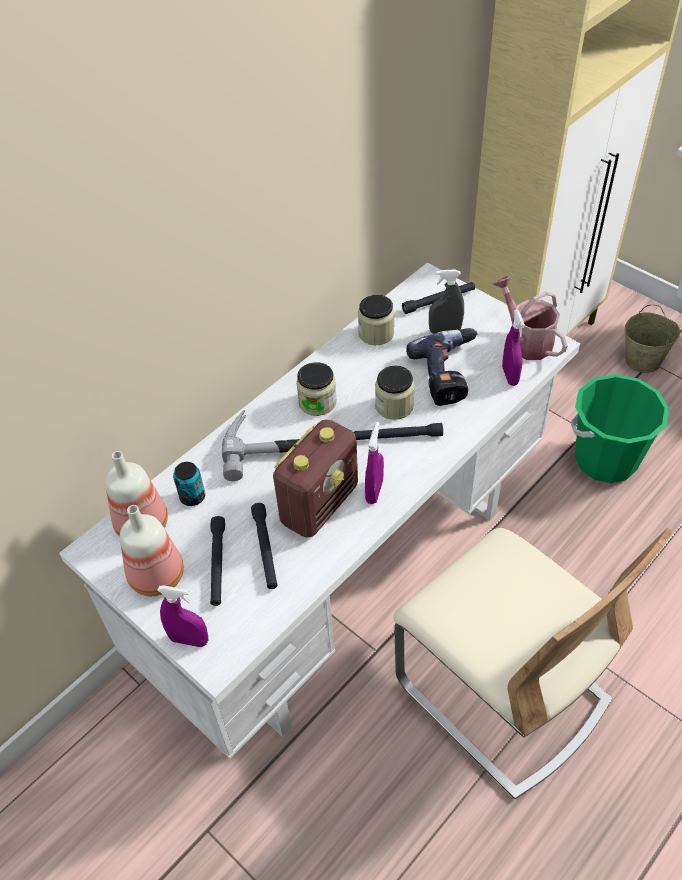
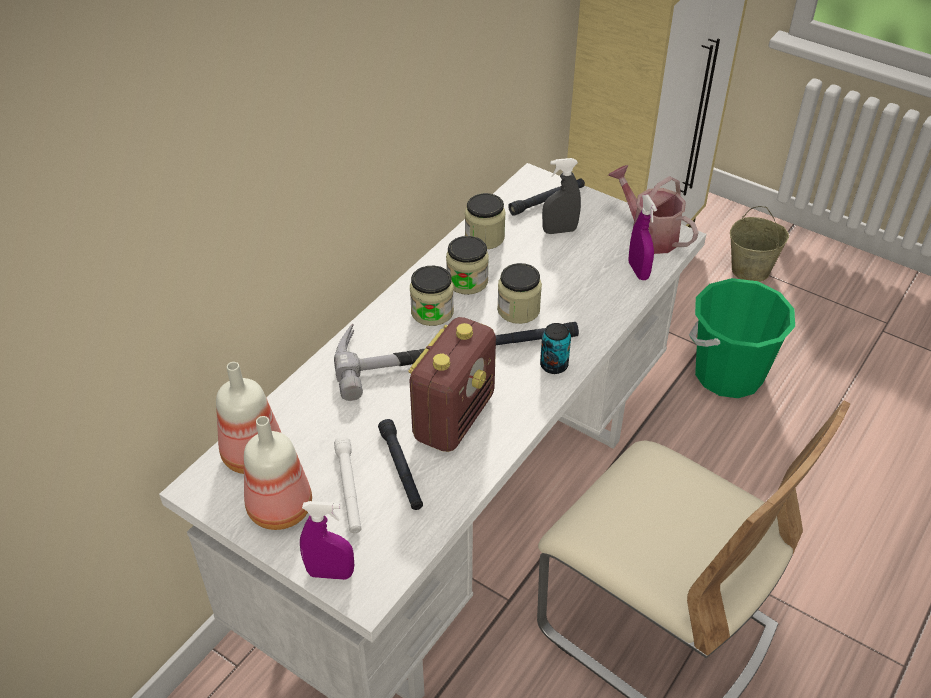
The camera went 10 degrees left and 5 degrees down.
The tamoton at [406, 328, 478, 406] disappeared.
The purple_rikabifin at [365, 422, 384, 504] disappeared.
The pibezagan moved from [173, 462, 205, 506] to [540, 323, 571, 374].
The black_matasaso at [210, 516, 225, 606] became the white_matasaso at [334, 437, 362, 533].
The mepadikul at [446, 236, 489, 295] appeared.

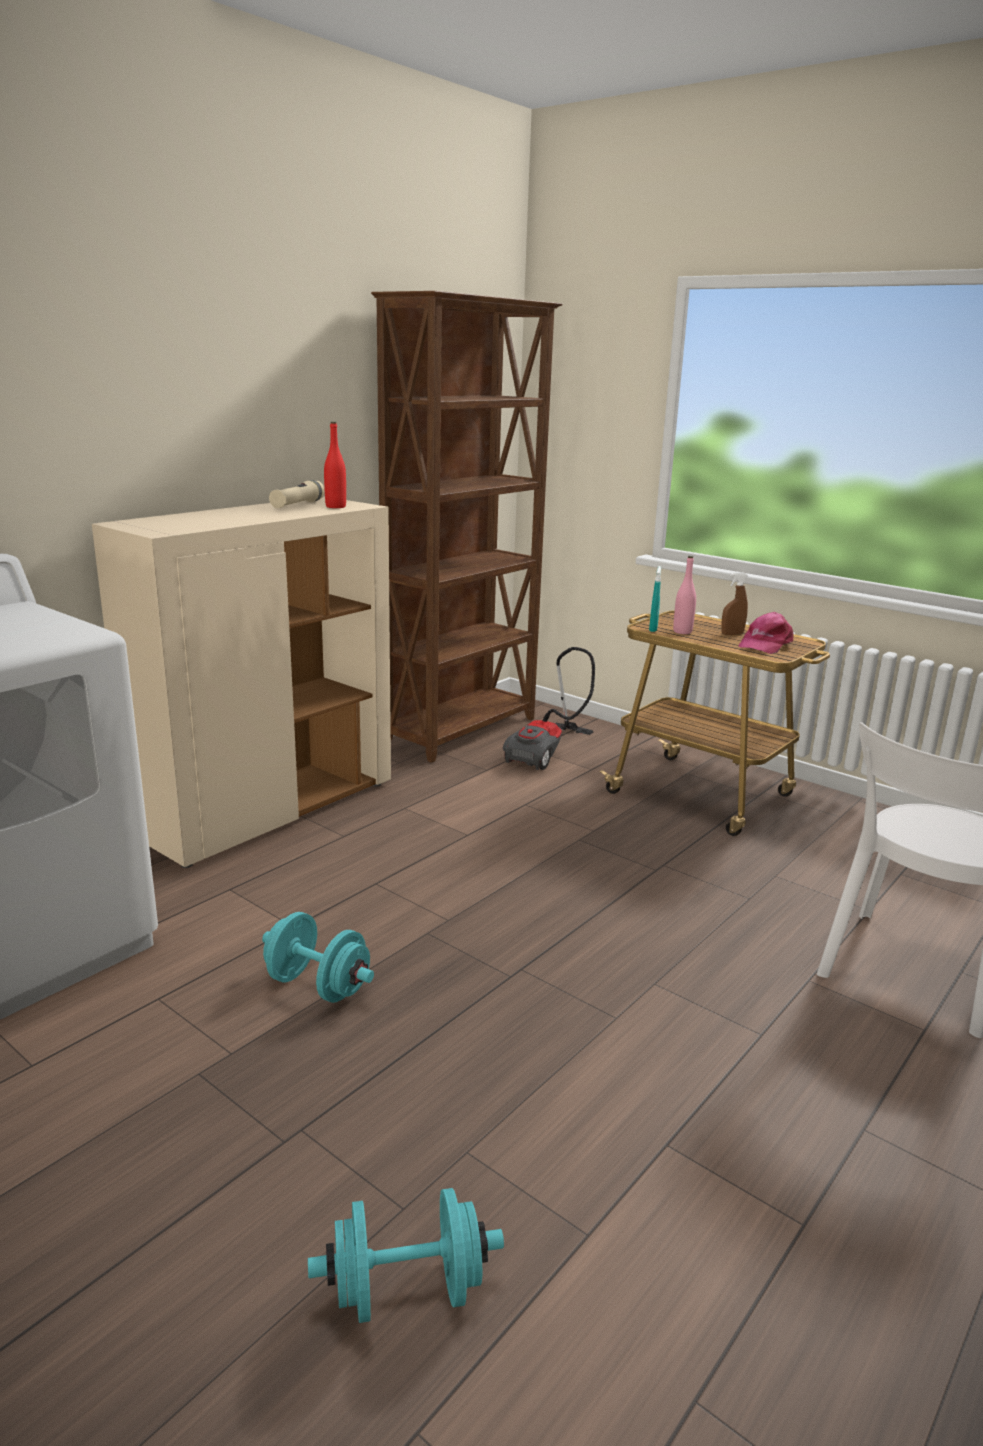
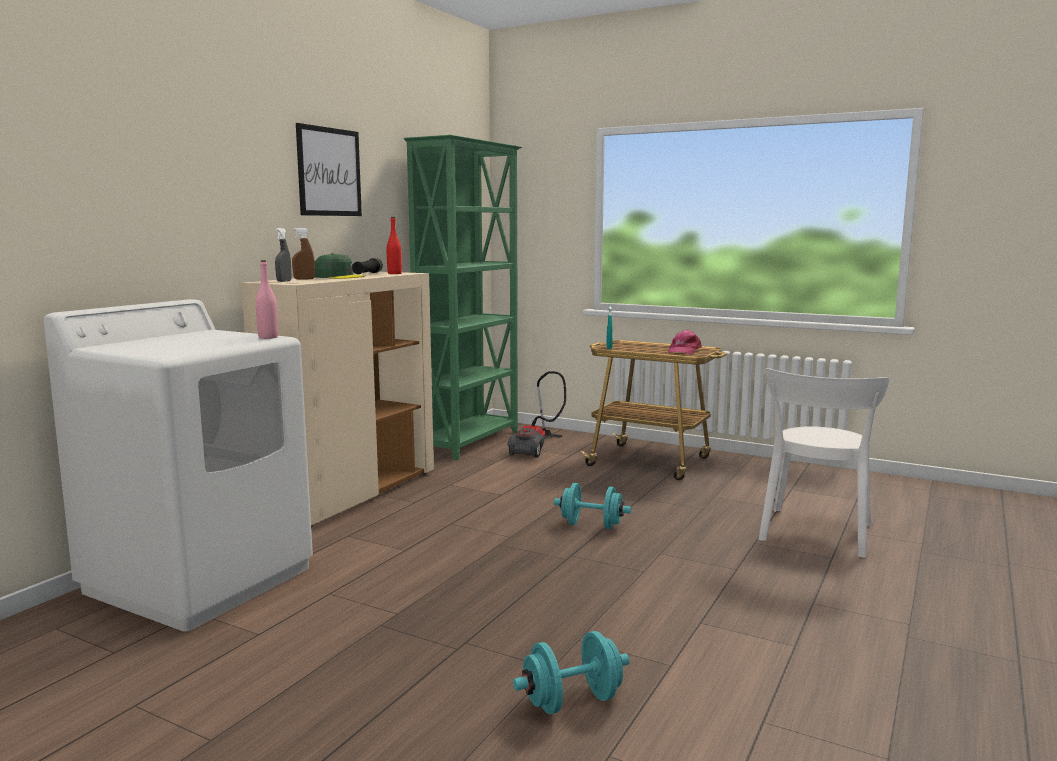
The camera went 10 degrees left and 10 degrees down.
The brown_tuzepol at [371, 291, 563, 763] became the green_tuzepol at [404, 135, 522, 460].
The beige_matasaso at [269, 480, 325, 508] became the black_matasaso at [352, 258, 383, 274].
The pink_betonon moved from [673, 556, 696, 634] to [256, 260, 278, 339].
The brown_rikabifin moved from [721, 573, 748, 635] to [292, 228, 315, 280].
The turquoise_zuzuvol moved from [262, 912, 374, 1003] to [554, 483, 631, 529].
The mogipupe at [296, 123, 362, 216] appeared.
The grey_rikabifin at [275, 228, 292, 282] appeared.
The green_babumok at [314, 253, 366, 279] appeared.

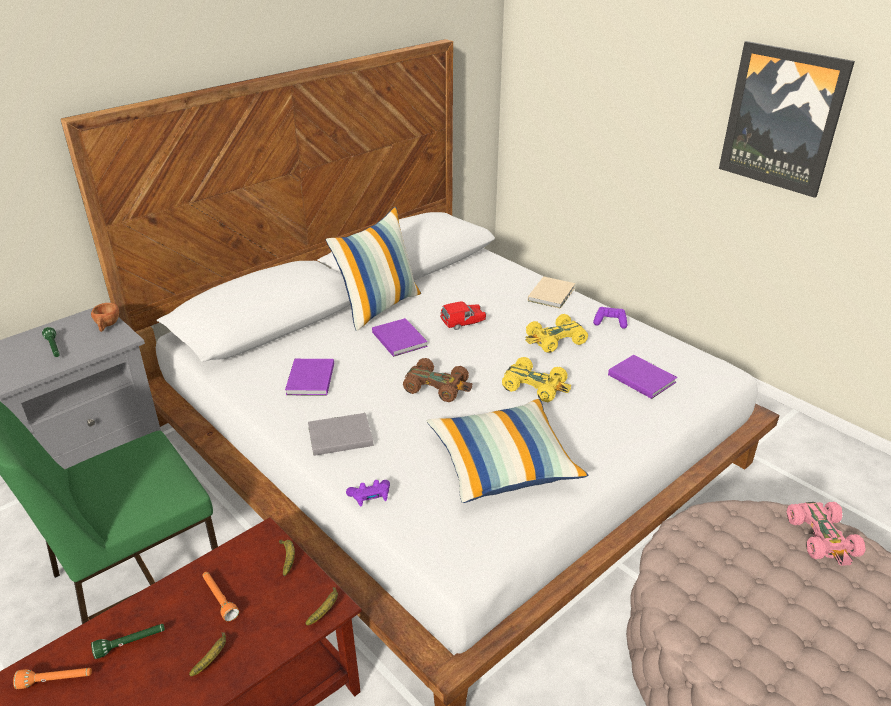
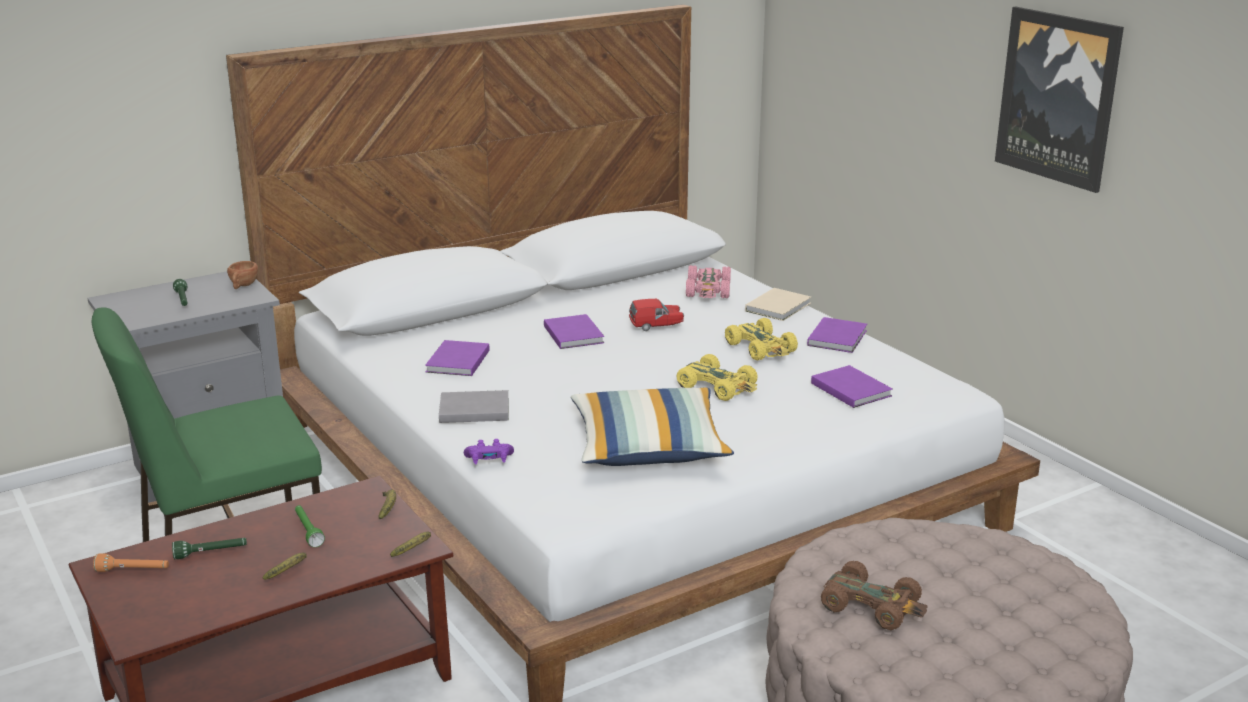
The camera went 10 degrees right and 10 degrees down.
The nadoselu at [326, 207, 421, 331] disappeared.
The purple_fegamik at [593, 307, 627, 329] was replaced by the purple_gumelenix at [807, 317, 867, 353].
The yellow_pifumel at [525, 314, 588, 353] turned 105 degrees counterclockwise.
The brown_pifumel moved from [403, 358, 472, 402] to [821, 561, 928, 631].
The pink_pifumel moved from [787, 502, 865, 566] to [686, 265, 731, 299].
The orange_matasaso at [202, 572, 239, 622] became the green_matasaso at [295, 505, 325, 547].

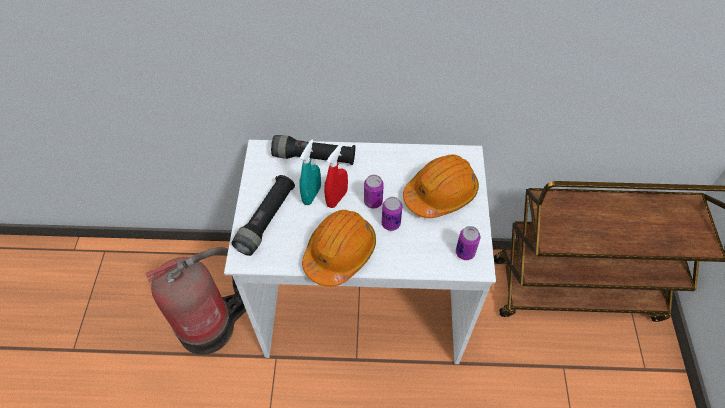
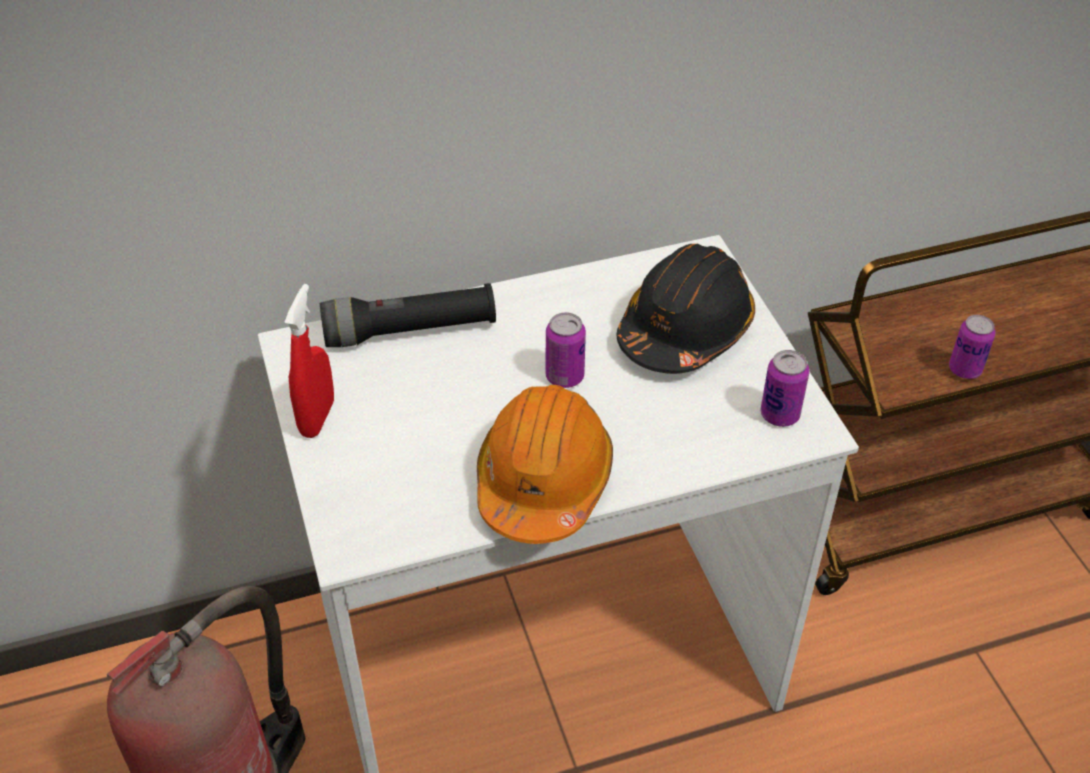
The camera went 20 degrees left and 10 degrees down.
The turquoise_rikabifin at [299, 139, 321, 205] disappeared.
The red_rikabifin moved from [324, 144, 348, 208] to [284, 284, 334, 438].
The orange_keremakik at [403, 154, 479, 218] became the black_keremakik at [617, 244, 755, 374].
The black_matasaso at [232, 175, 295, 256] disappeared.
The pibezagan moved from [382, 197, 402, 231] to [949, 315, 996, 379].

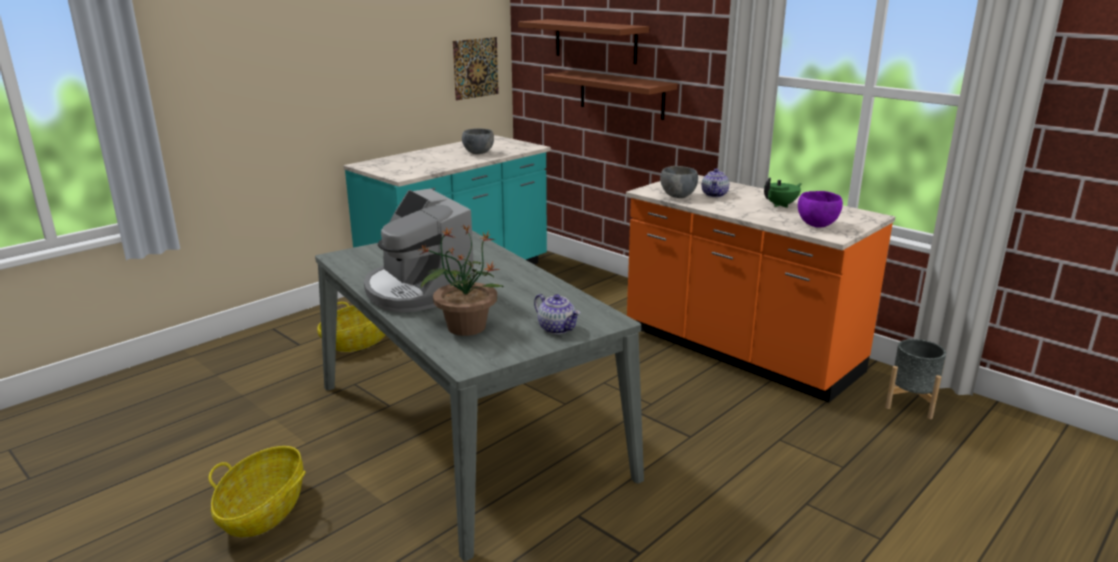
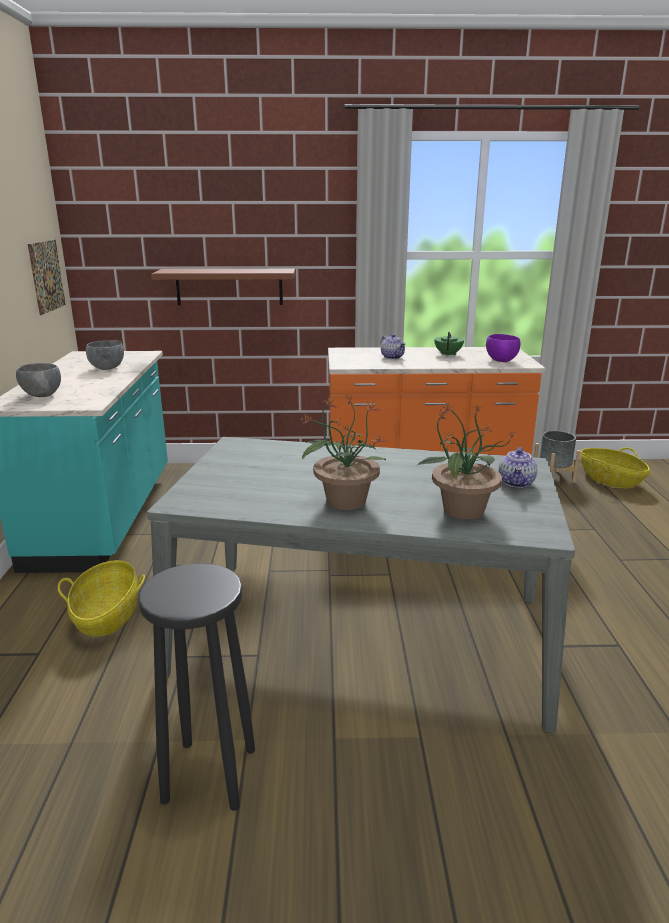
The camera went 45 degrees left and 0 degrees up.
The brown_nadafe at [518, 19, 649, 64] disappeared.
The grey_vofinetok moved from [660, 166, 698, 198] to [16, 363, 61, 397].
The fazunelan at [364, 189, 477, 313] was replaced by the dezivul at [301, 395, 386, 510].
The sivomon at [534, 294, 580, 334] turned 105 degrees clockwise.
The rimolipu moved from [208, 446, 306, 537] to [581, 447, 650, 488].
The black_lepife at [138, 563, 255, 811] appeared.

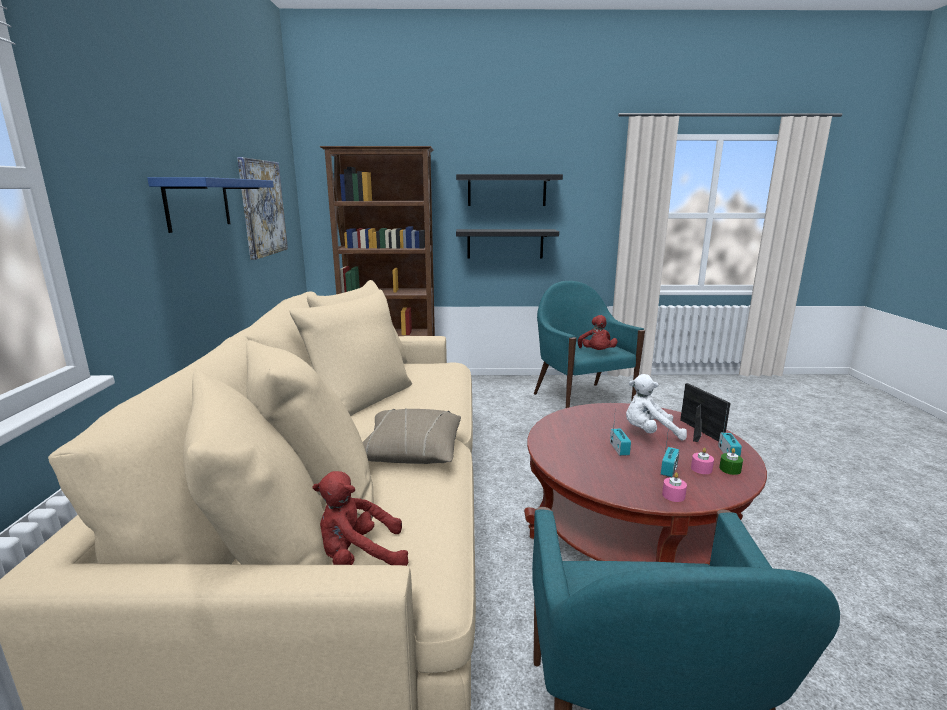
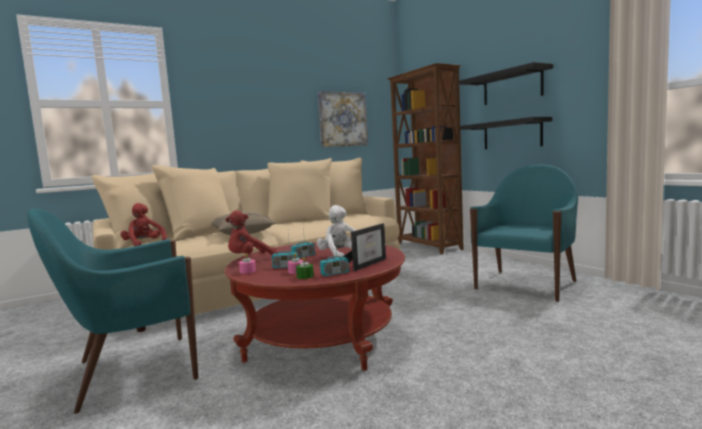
The camera went 60 degrees right and 10 degrees down.
The blue_nadafe at [148, 177, 274, 233] disappeared.
The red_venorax moved from [578, 315, 618, 350] to [226, 210, 277, 255].

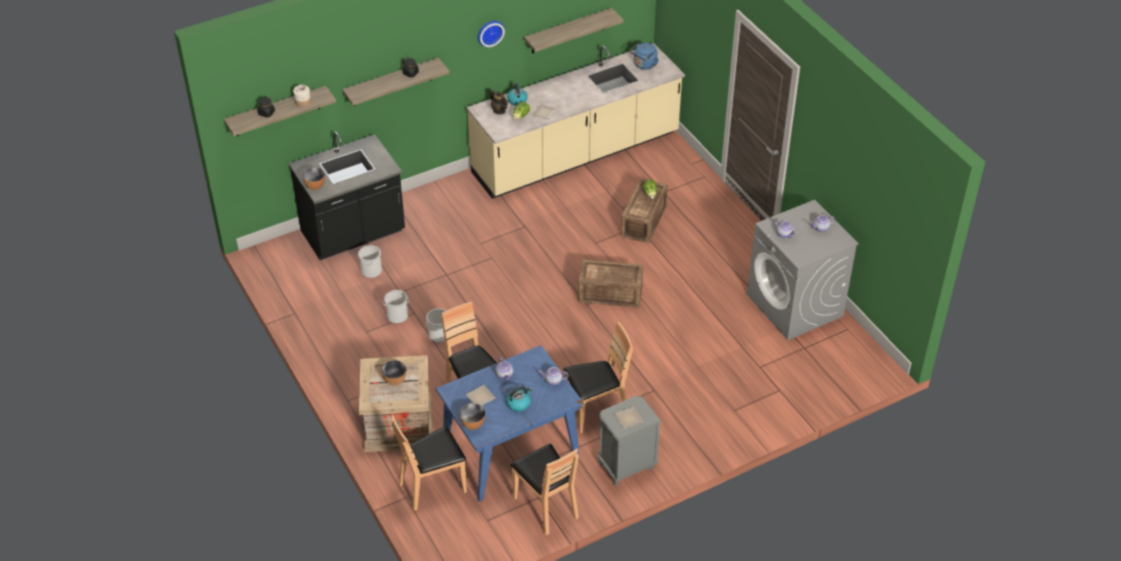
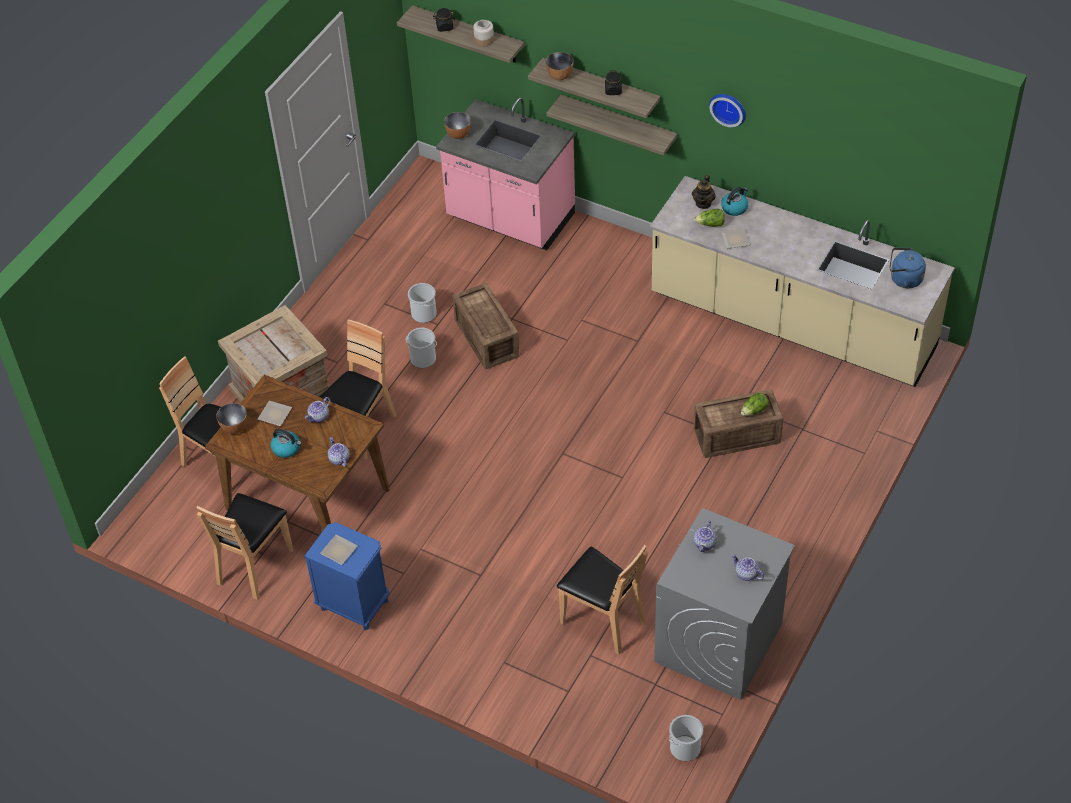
The camera went 60 degrees right and 5 degrees up.
The nadafe moved from [524, 8, 624, 54] to [547, 95, 677, 156].
The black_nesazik at [289, 132, 405, 260] became the pink_nesazik at [436, 97, 575, 250].
The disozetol moved from [358, 245, 382, 278] to [669, 715, 703, 761].
The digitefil moved from [578, 259, 643, 307] to [452, 283, 519, 370].
The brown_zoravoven moved from [563, 322, 633, 433] to [557, 545, 648, 655].
The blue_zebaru at [435, 345, 584, 502] became the brown_zebaru at [205, 374, 390, 530].
The vofinetok moved from [382, 360, 406, 385] to [546, 52, 573, 80].
The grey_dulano at [597, 396, 661, 486] became the blue_dulano at [304, 522, 390, 630].

